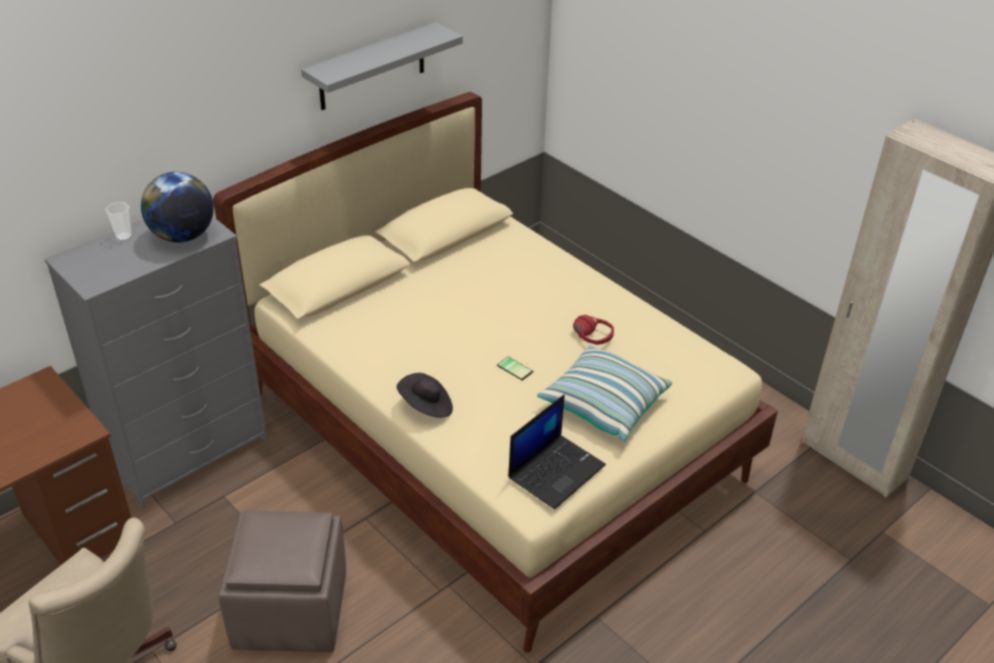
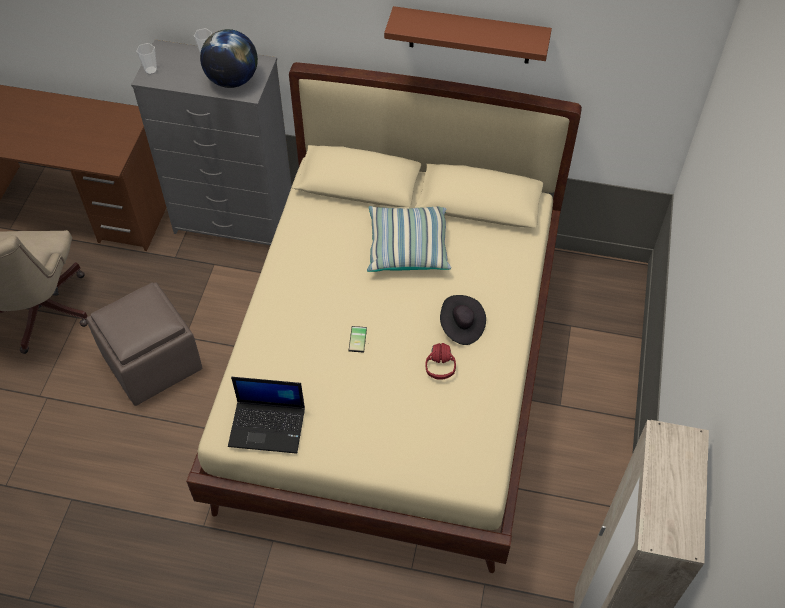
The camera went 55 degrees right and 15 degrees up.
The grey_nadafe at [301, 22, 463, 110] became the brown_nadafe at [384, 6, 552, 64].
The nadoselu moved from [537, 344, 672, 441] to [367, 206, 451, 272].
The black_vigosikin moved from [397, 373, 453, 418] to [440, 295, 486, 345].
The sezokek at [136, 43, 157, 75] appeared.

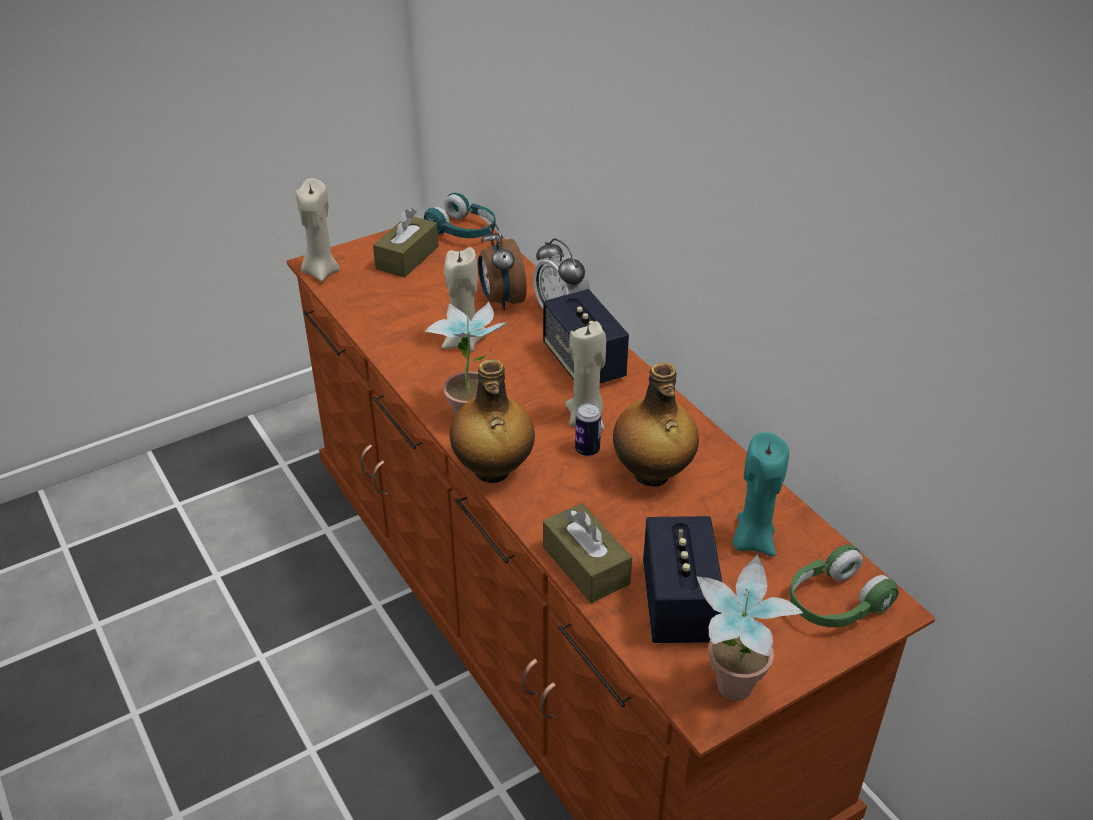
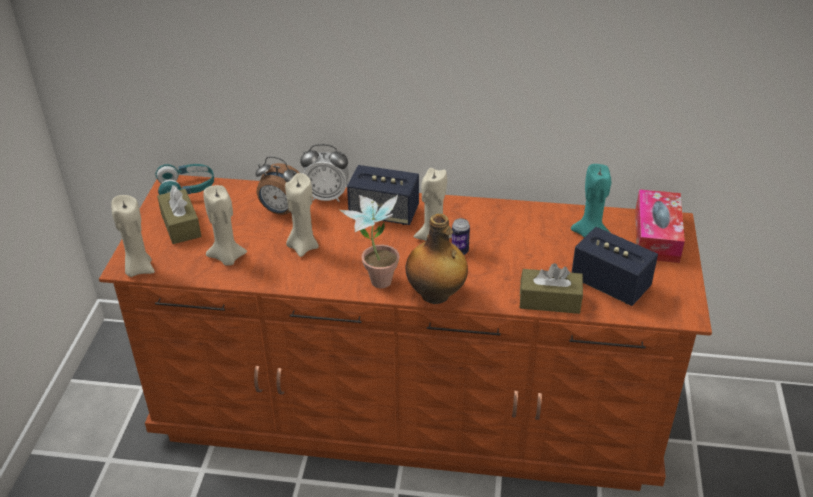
The camera went 50 degrees left and 0 degrees up.
The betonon at [613, 362, 699, 487] disappeared.
The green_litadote at [789, 544, 899, 627] was replaced by the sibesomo at [635, 189, 685, 263].
The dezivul at [696, 554, 804, 701] disappeared.
The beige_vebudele at [203, 185, 247, 265] appeared.

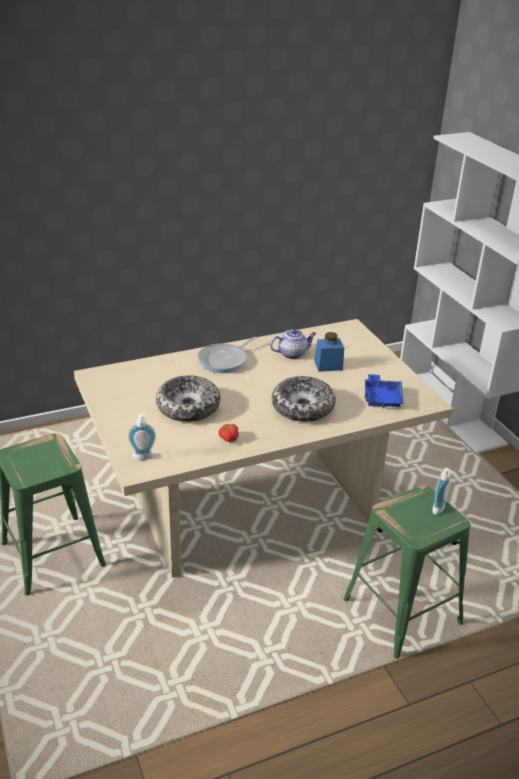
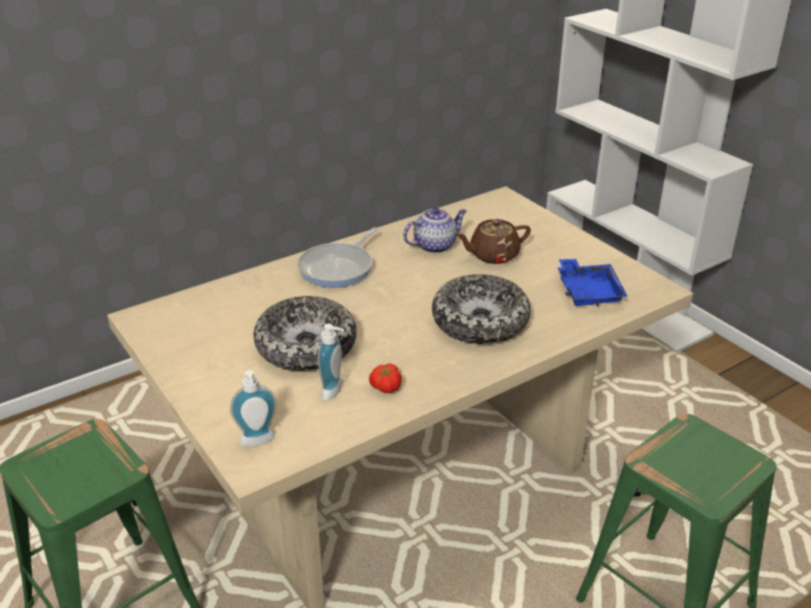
The camera went 10 degrees left and 0 degrees up.
The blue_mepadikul at [314, 332, 344, 372] was replaced by the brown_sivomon at [456, 219, 531, 264].
The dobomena moved from [432, 468, 457, 515] to [318, 324, 344, 400].

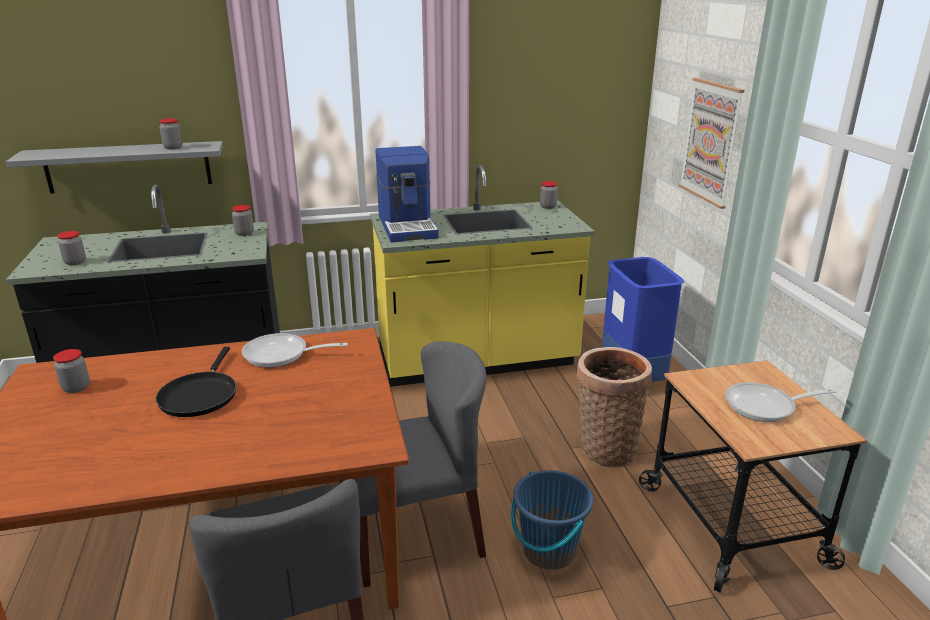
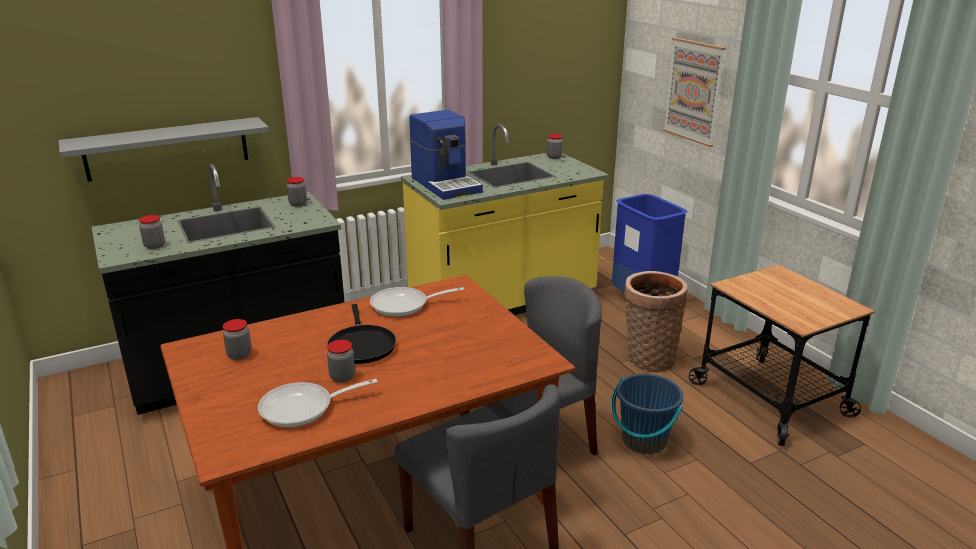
The camera went 15 degrees left and 0 degrees up.
The mepadikul moved from [159, 118, 183, 149] to [327, 340, 355, 383].
The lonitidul moved from [725, 382, 837, 422] to [258, 379, 378, 428].

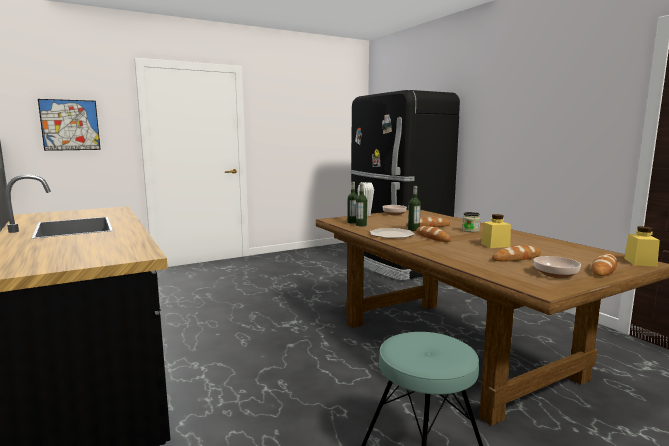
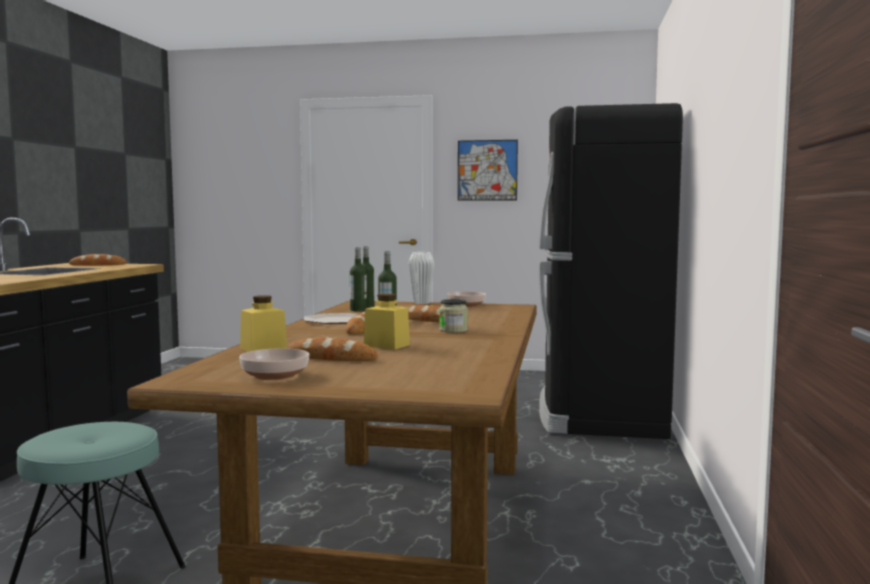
The camera went 40 degrees right and 5 degrees down.
The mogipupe moved from [38, 99, 101, 151] to [458, 140, 518, 201].
The yellow_mepadikul moved from [624, 226, 660, 267] to [240, 295, 287, 352].
The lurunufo moved from [591, 254, 617, 276] to [69, 254, 127, 266].

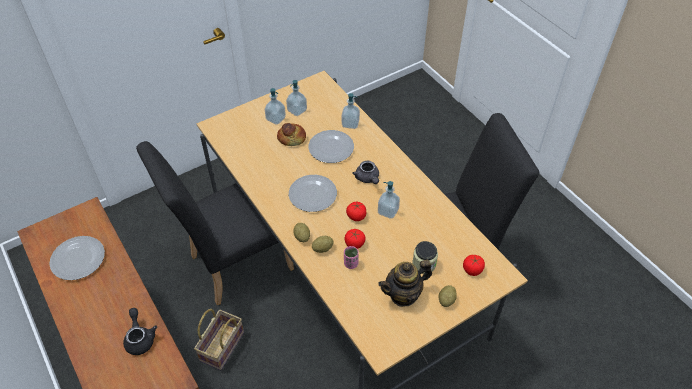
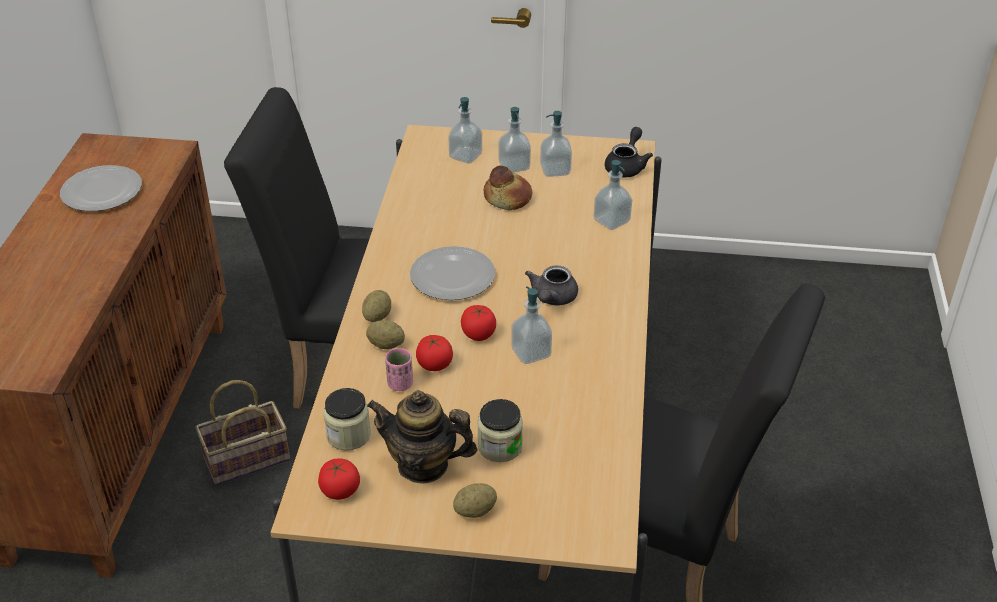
The camera went 40 degrees right and 10 degrees down.
The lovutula at [308, 130, 354, 163] disappeared.
The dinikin moved from [463, 255, 485, 276] to [318, 459, 360, 500].
The black_sivomon moved from [123, 308, 157, 355] to [605, 127, 653, 178].
The dobomena at [448, 97, 482, 164] appeared.
The mepadikul at [323, 388, 371, 451] appeared.

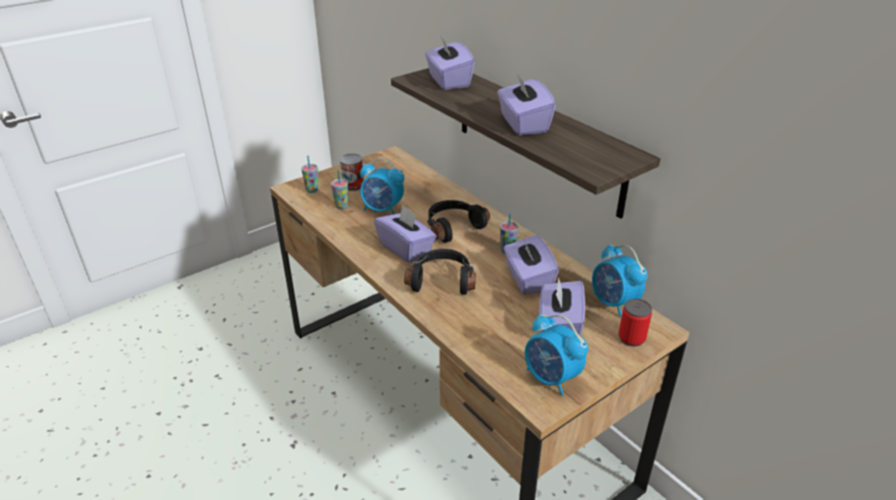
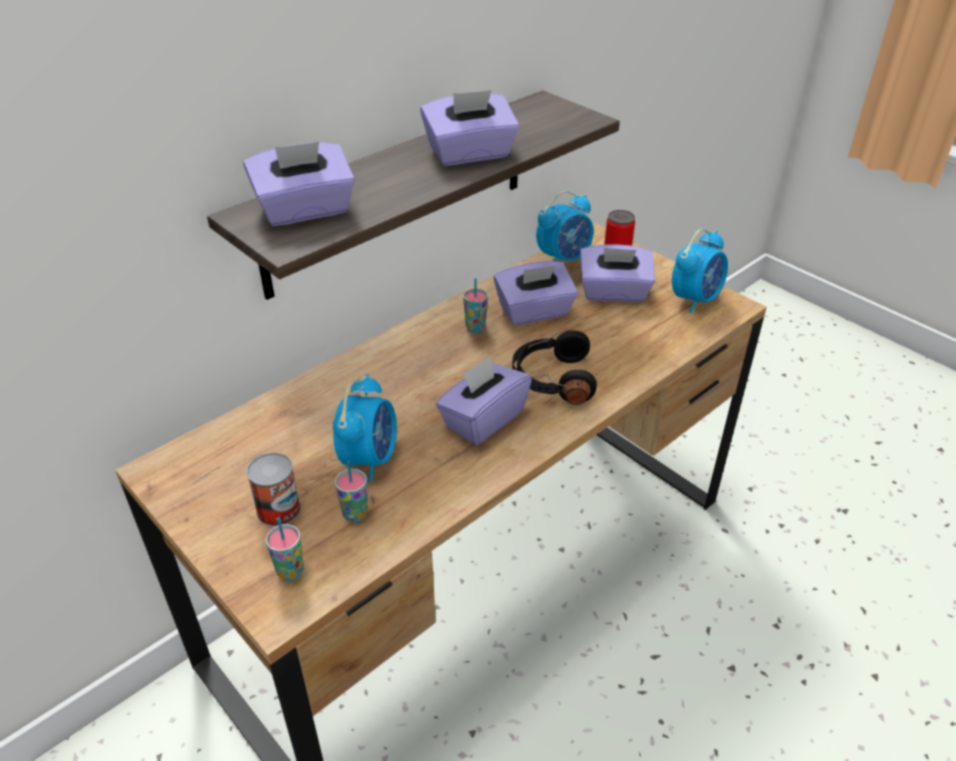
The camera went 95 degrees left and 5 degrees up.
The black_litadote at [427, 200, 490, 243] disappeared.

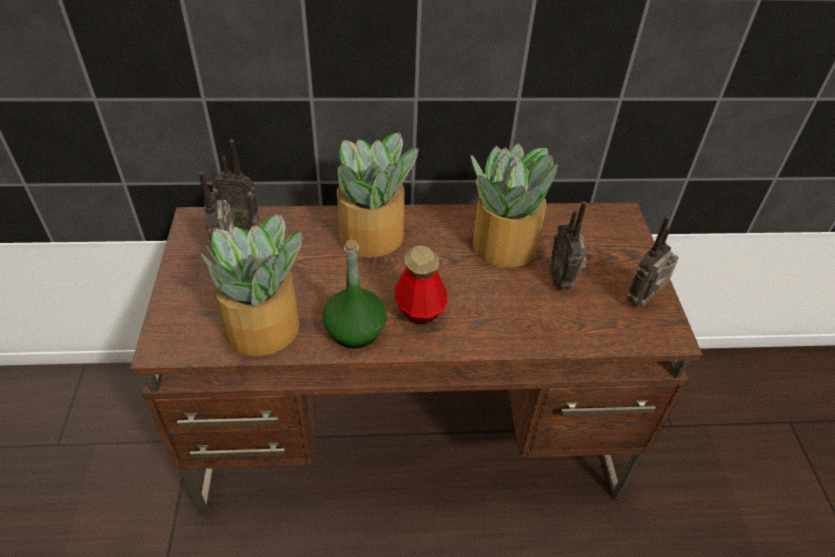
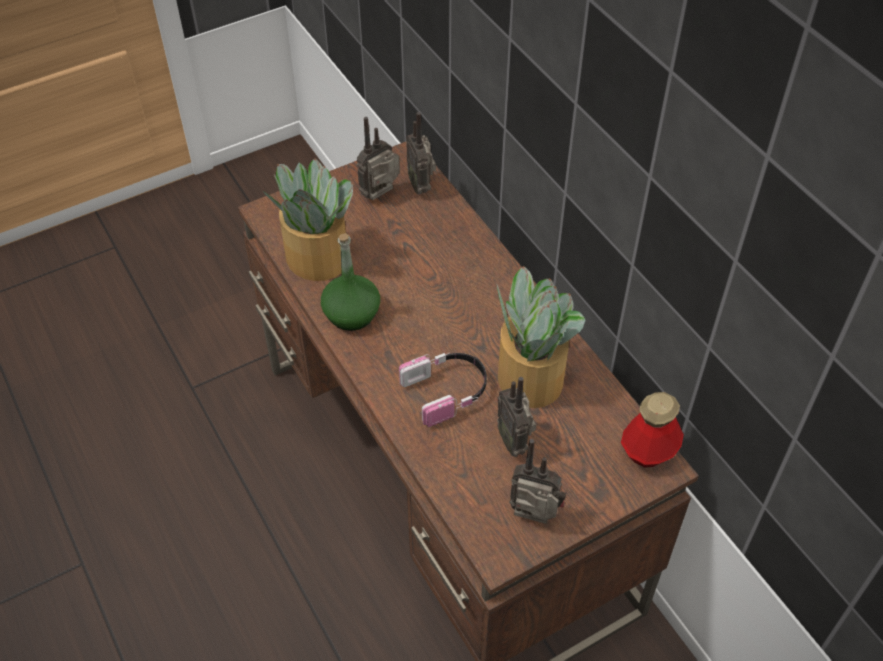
The camera went 65 degrees right and 5 degrees up.
The dezivul at [336, 132, 419, 258] disappeared.
The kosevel at [550, 201, 587, 290] turned 75 degrees counterclockwise.
The betonon moved from [395, 246, 447, 324] to [621, 392, 684, 468].
The litadote at [399, 353, 487, 427] appeared.

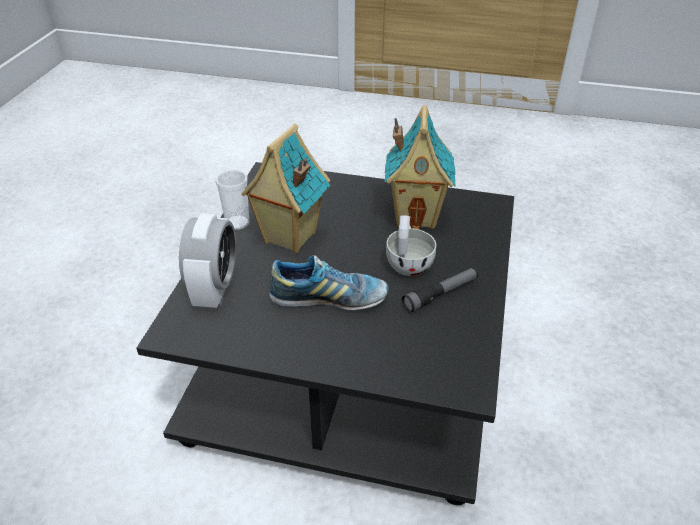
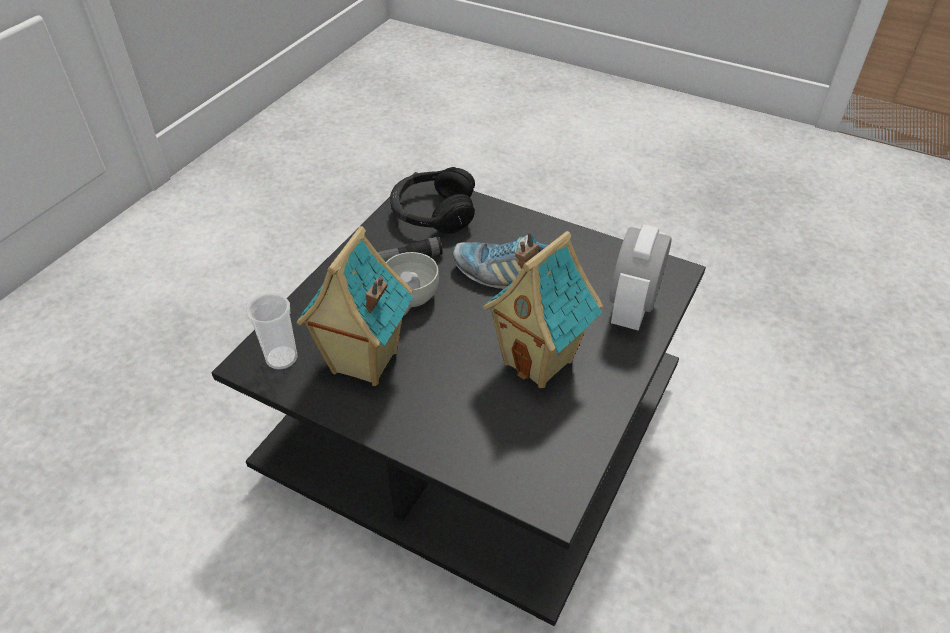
The camera went 165 degrees left and 5 degrees up.
The sezokek moved from [215, 169, 249, 230] to [246, 293, 297, 370].
The black_litadote at [390, 167, 475, 234] appeared.

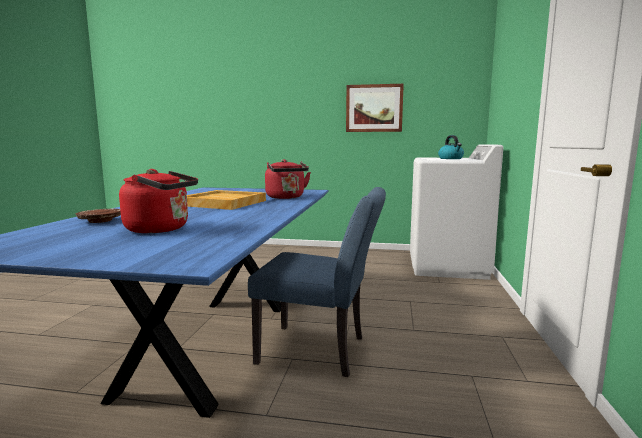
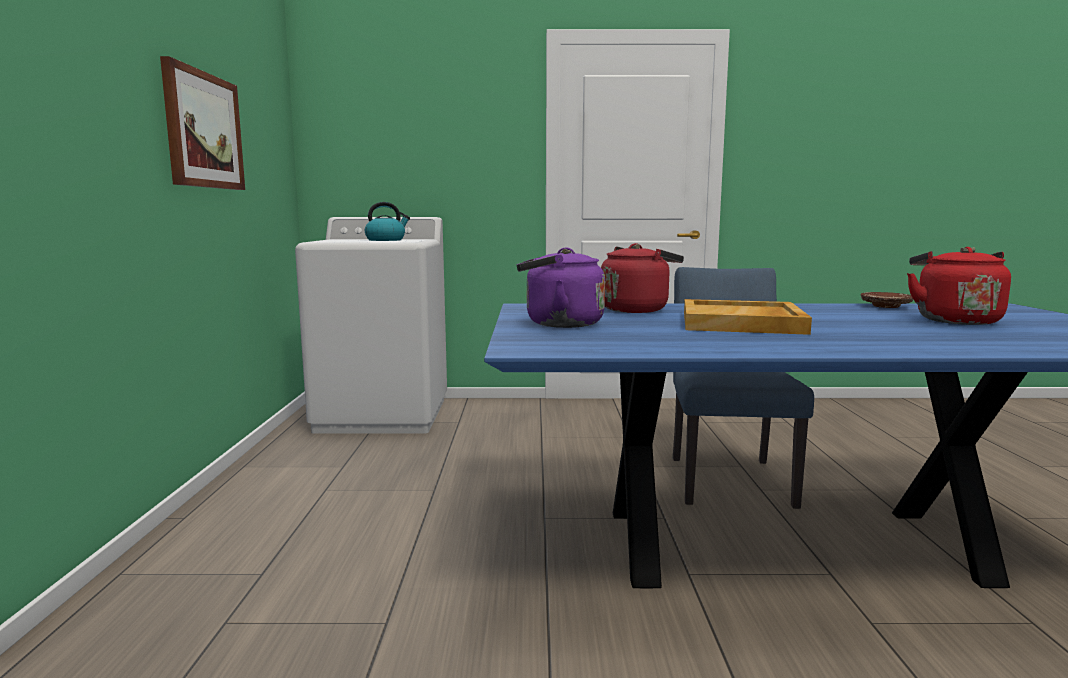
The camera went 100 degrees left and 0 degrees up.
The brown_lovutula moved from [76, 209, 121, 223] to [861, 292, 913, 308].
The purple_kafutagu at [517, 247, 605, 328] appeared.

